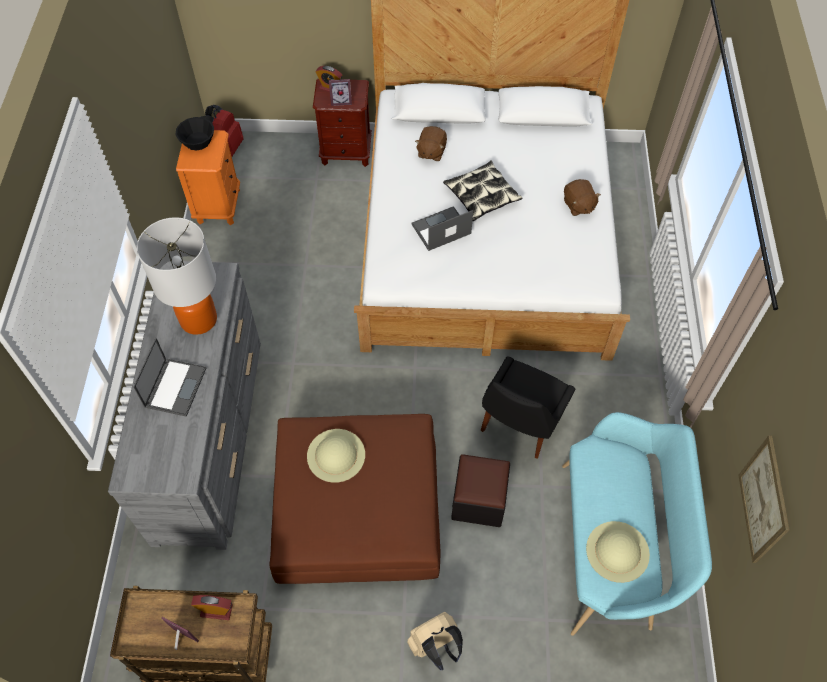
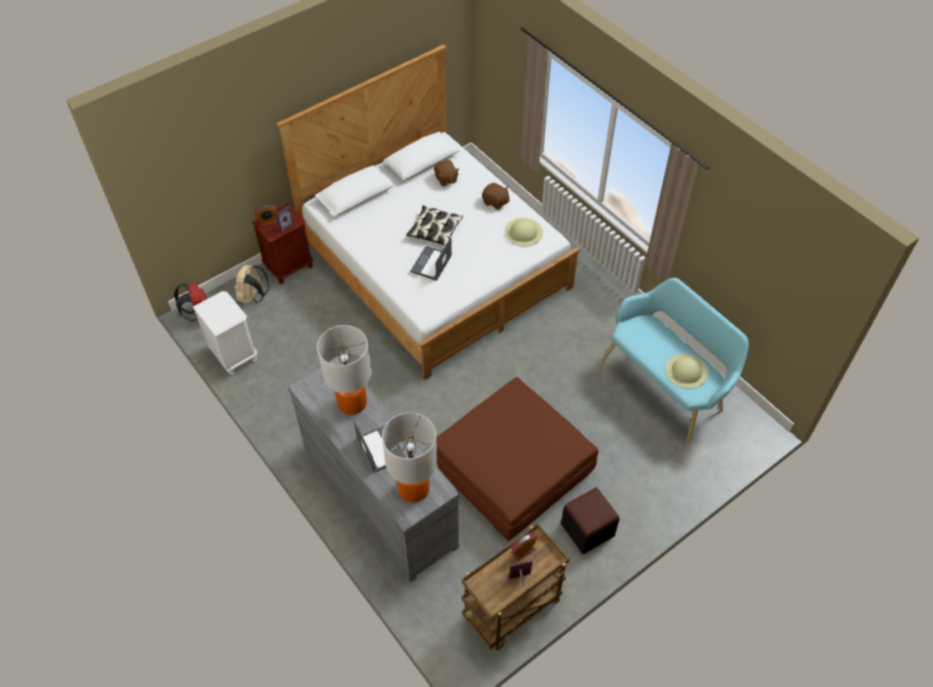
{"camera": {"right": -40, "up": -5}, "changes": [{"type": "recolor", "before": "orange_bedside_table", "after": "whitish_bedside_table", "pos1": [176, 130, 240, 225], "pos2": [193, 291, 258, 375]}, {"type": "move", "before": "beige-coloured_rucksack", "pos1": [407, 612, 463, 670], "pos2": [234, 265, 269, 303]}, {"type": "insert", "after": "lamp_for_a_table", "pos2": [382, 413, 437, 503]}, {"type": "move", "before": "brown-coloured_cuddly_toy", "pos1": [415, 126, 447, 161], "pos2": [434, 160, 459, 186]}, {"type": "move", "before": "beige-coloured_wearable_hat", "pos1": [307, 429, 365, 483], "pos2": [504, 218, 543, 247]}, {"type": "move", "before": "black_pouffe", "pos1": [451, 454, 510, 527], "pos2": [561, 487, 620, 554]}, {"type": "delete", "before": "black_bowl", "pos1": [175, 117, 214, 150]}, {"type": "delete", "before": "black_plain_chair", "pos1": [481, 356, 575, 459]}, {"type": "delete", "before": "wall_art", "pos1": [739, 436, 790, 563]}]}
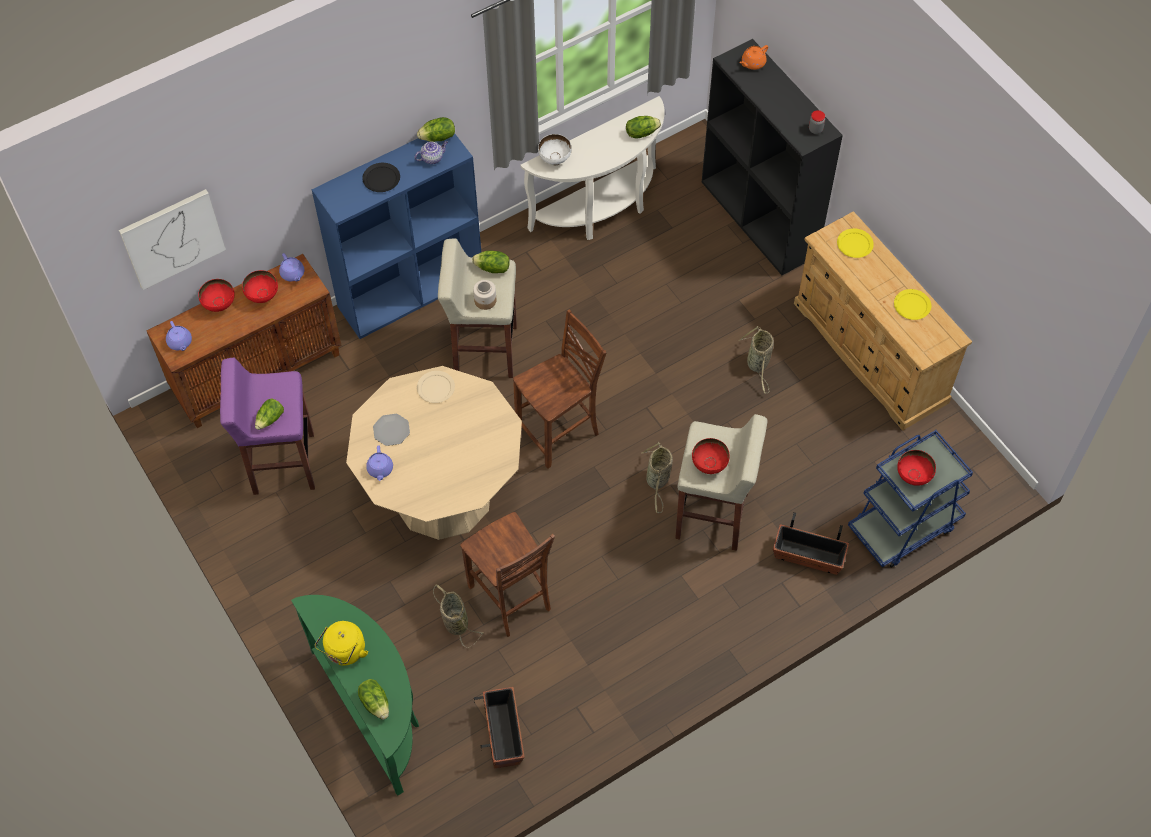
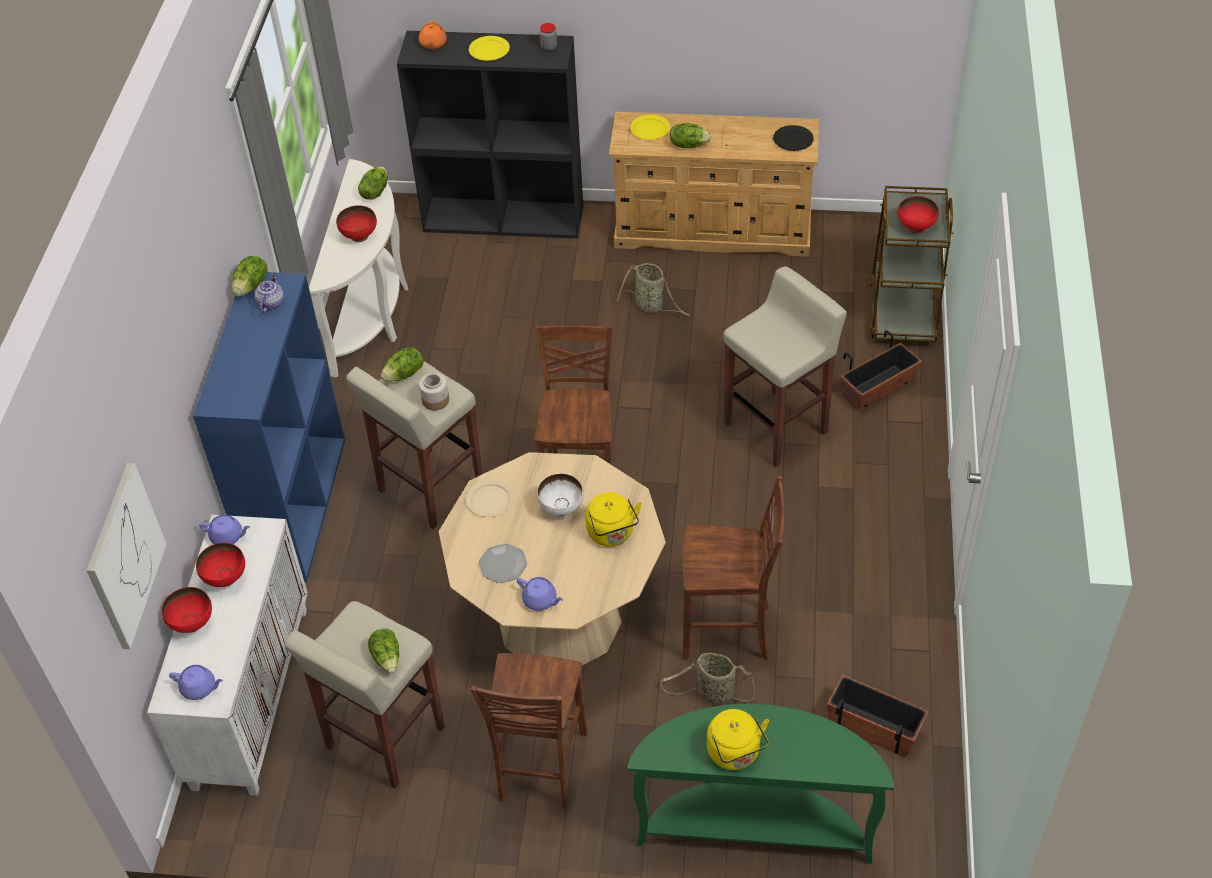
{"camera": {"right": -50, "up": -10}, "changes": [{"type": "recolor", "before": "brown-coloured_cupboard", "after": "whitish_cupboard", "pos1": [146, 254, 342, 428], "pos2": [147, 515, 308, 796]}, {"type": "recolor", "before": "purplish_sitting_stool", "after": "beige-coloured_sitting_stool", "pos1": [220, 358, 315, 495], "pos2": [284, 601, 445, 789]}, {"type": "move", "before": "reddish_bowl", "pos1": [692, 438, 730, 474], "pos2": [336, 205, 377, 242]}, {"type": "move", "before": "yellowish_dinner_plate", "pos1": [894, 289, 931, 320], "pos2": [469, 36, 510, 61]}, {"type": "insert", "after": "brown-coloured_plain_chair", "pos2": [470, 653, 588, 809]}, {"type": "move", "before": "whitish_bowl", "pos1": [538, 134, 571, 166], "pos2": [537, 473, 584, 516]}, {"type": "insert", "after": "yellowish_water_kettle", "pos2": [586, 492, 642, 547]}, {"type": "move", "before": "head_of_lettuce", "pos1": [358, 679, 389, 720], "pos2": [670, 123, 712, 148]}, {"type": "move", "before": "black_dinner_plate", "pos1": [362, 163, 400, 192], "pos2": [773, 125, 814, 151]}, {"type": "recolor", "before": "blue_trolley", "after": "brown-coloured_trolley", "pos1": [848, 430, 973, 568], "pos2": [869, 186, 953, 342]}, {"type": "delete", "before": "storage_basket", "pos1": [642, 442, 673, 513]}]}
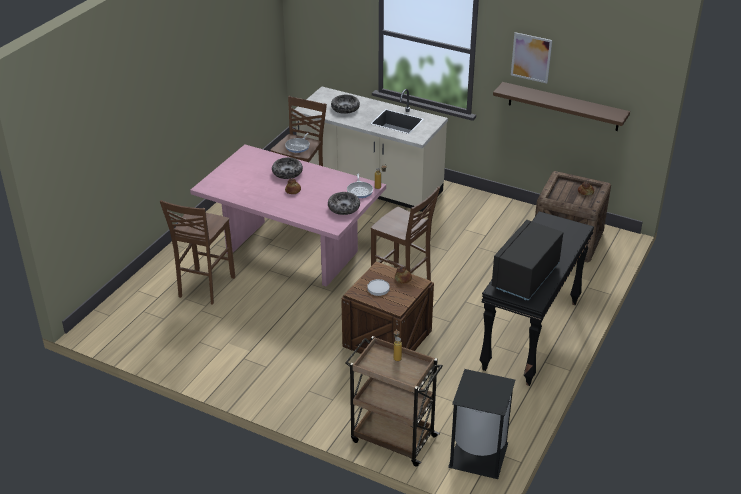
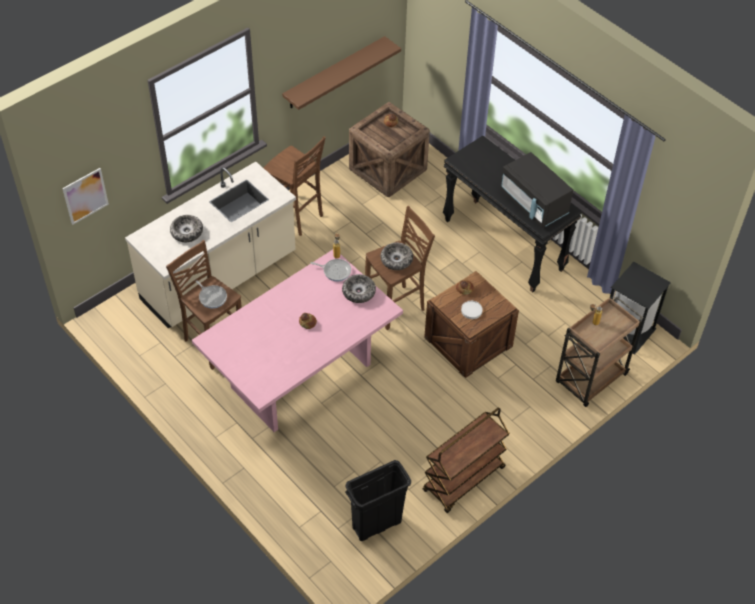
{"camera": {"right": -70, "up": 15}, "changes": [{"type": "move", "before": "wall_art", "pos1": [511, 32, 552, 83], "pos2": [62, 168, 109, 225]}, {"type": "move", "before": "brown-coloured_sitting_stool", "pos1": [160, 200, 235, 305], "pos2": [263, 136, 326, 236]}, {"type": "insert", "after": "black_rubbish_bin", "pos2": [345, 460, 411, 541]}, {"type": "move", "before": "bowl", "pos1": [272, 157, 303, 179], "pos2": [381, 243, 413, 270]}, {"type": "insert", "after": "brown-coloured_trolley", "pos2": [423, 407, 510, 513]}]}
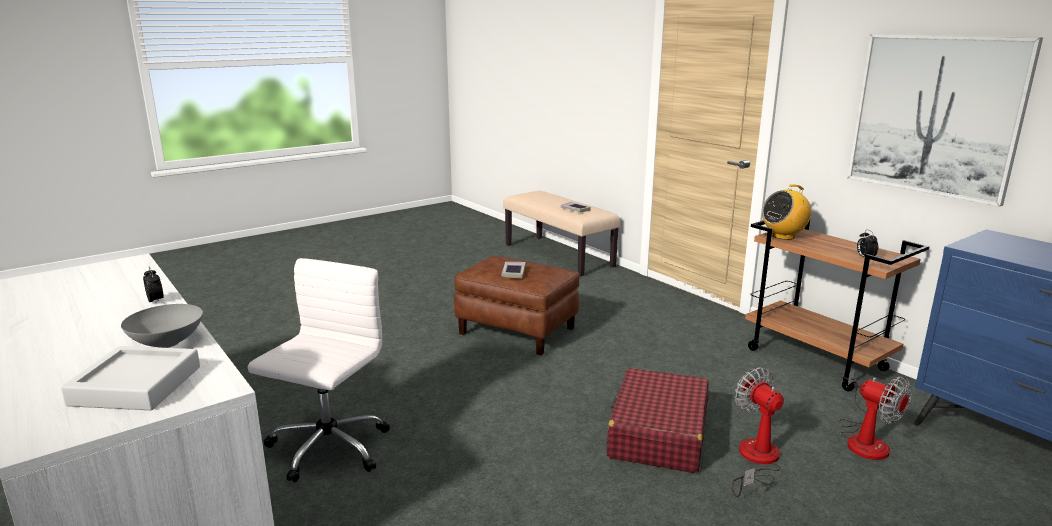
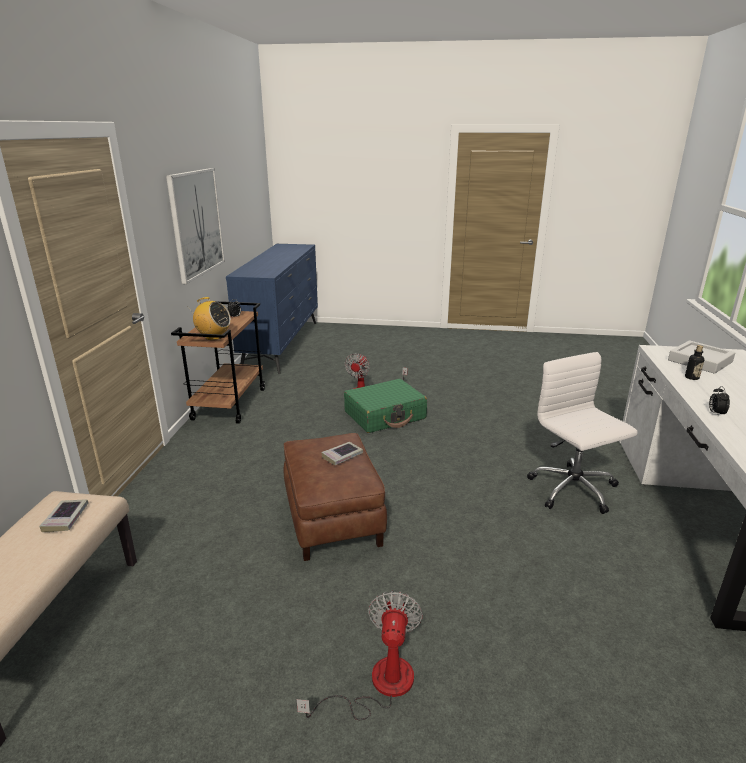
{"camera": {"right": -135, "up": 5}, "changes": [{"type": "move", "before": "cooling_fan", "pos1": [838, 370, 912, 460], "pos2": [296, 591, 423, 720]}, {"type": "recolor", "before": "reddish_travel_case", "after": "green-coloured_travel_case", "pos1": [607, 368, 709, 473], "pos2": [344, 379, 427, 433]}, {"type": "rotate", "before": "whitish_computer_chair", "pos1": [248, 258, 390, 482], "pos2": [527, 352, 638, 514], "turn": 90}, {"type": "replace", "before": "greyish_bowl", "after": "drink_bottle", "pos1": [121, 304, 203, 348], "pos2": [685, 345, 704, 380]}]}
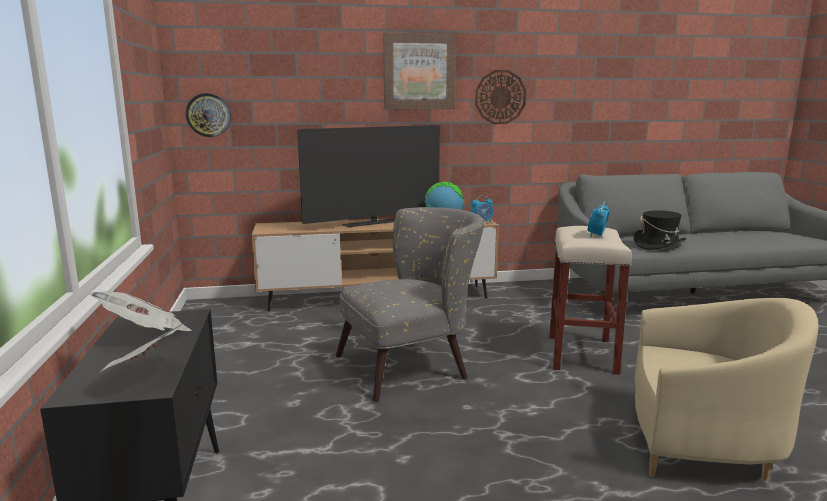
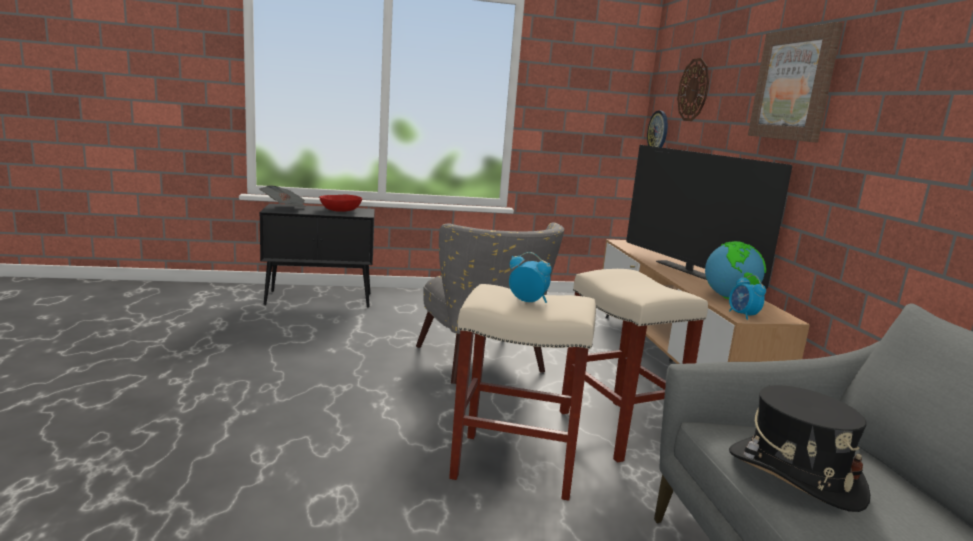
{"camera": {"right": 90, "up": 0}, "changes": [{"type": "replace", "before": "newspaper", "after": "reddish_bowl", "pos1": [88, 291, 192, 331], "pos2": [320, 194, 362, 212]}, {"type": "insert", "after": "beige-coloured_sitting_stool", "pos2": [560, 269, 708, 463]}, {"type": "move", "before": "wall_clock", "pos1": [475, 70, 526, 124], "pos2": [677, 58, 709, 121]}, {"type": "delete", "before": "beige-coloured_easy_chair", "pos1": [635, 298, 819, 481]}]}
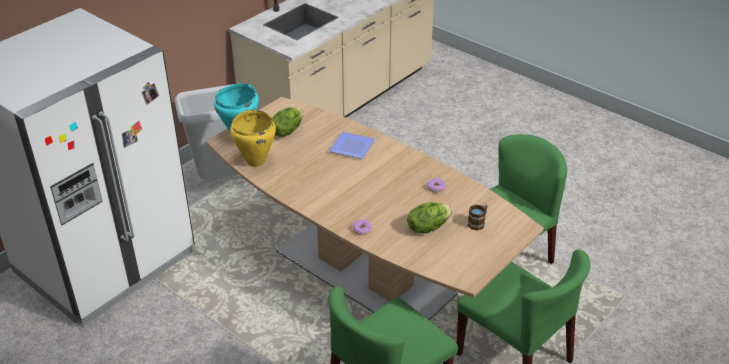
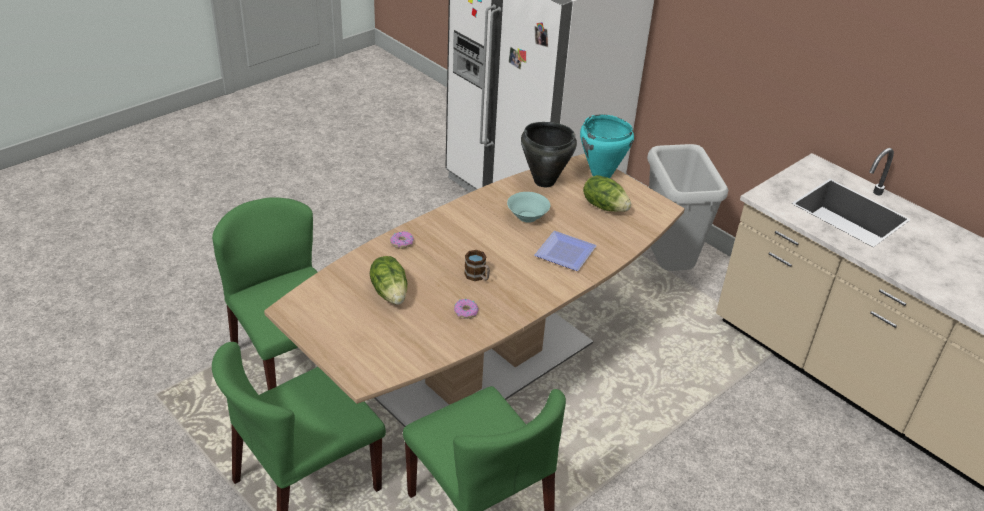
{"camera": {"right": 95, "up": 0}, "changes": [{"type": "move", "before": "mug", "pos1": [468, 204, 488, 231], "pos2": [464, 250, 490, 281]}, {"type": "insert", "after": "turquoise_bowl", "pos2": [507, 192, 550, 223]}, {"type": "recolor", "before": "yellowish_stockpot", "after": "black_stockpot", "pos1": [230, 110, 276, 167], "pos2": [521, 122, 577, 187]}]}
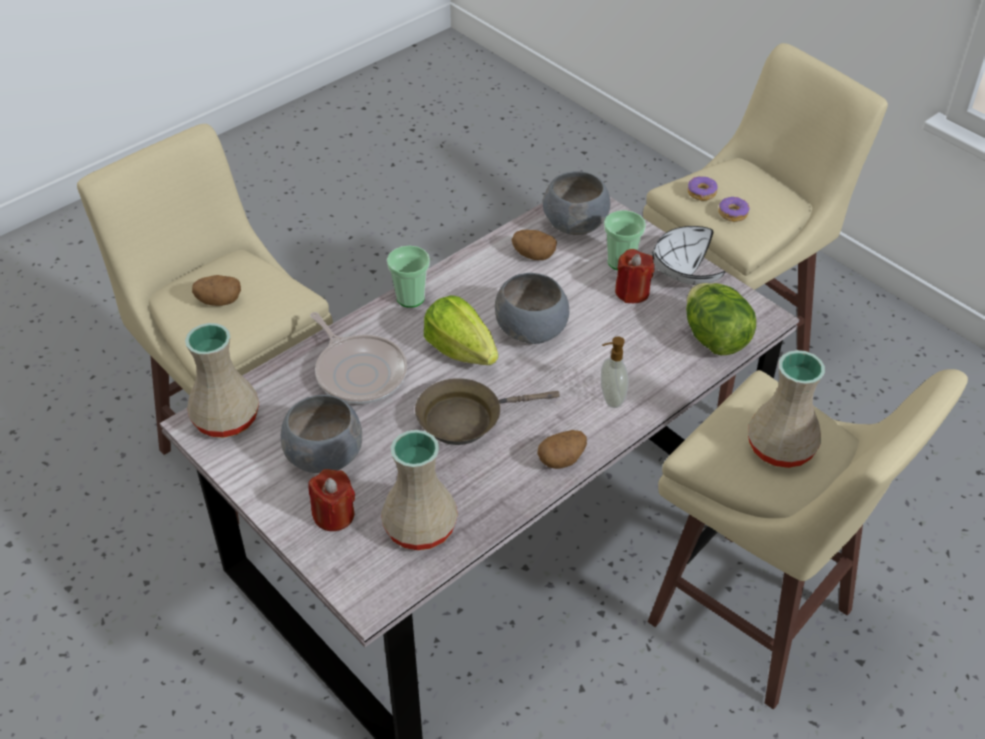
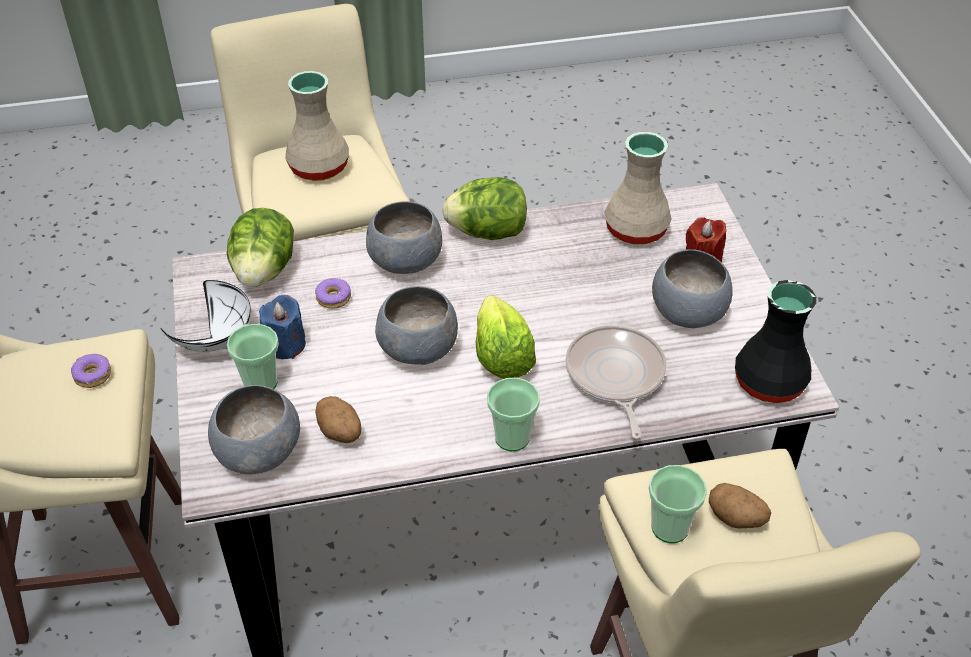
{"camera": {"right": -150, "up": 0}, "changes": [{"type": "recolor", "before": "reddish_candle", "after": "blue_candle", "pos1": [615, 249, 654, 303], "pos2": [259, 295, 306, 359]}, {"type": "move", "before": "donut", "pos1": [688, 176, 718, 201], "pos2": [315, 278, 351, 309]}, {"type": "replace", "before": "soap_bottle", "after": "greyish_bowl", "pos1": [601, 337, 629, 408], "pos2": [366, 201, 442, 274]}, {"type": "replace", "before": "whole_potato", "after": "head_of_lettuce", "pos1": [537, 430, 587, 469], "pos2": [442, 177, 527, 240]}, {"type": "insert", "after": "small_cup", "pos2": [649, 465, 707, 543]}, {"type": "recolor", "before": "beige-coloured_flower_vase", "after": "black_flower_vase", "pos1": [185, 323, 259, 437], "pos2": [735, 280, 816, 403]}, {"type": "delete", "before": "brown-coloured_pan", "pos1": [415, 378, 560, 445]}]}
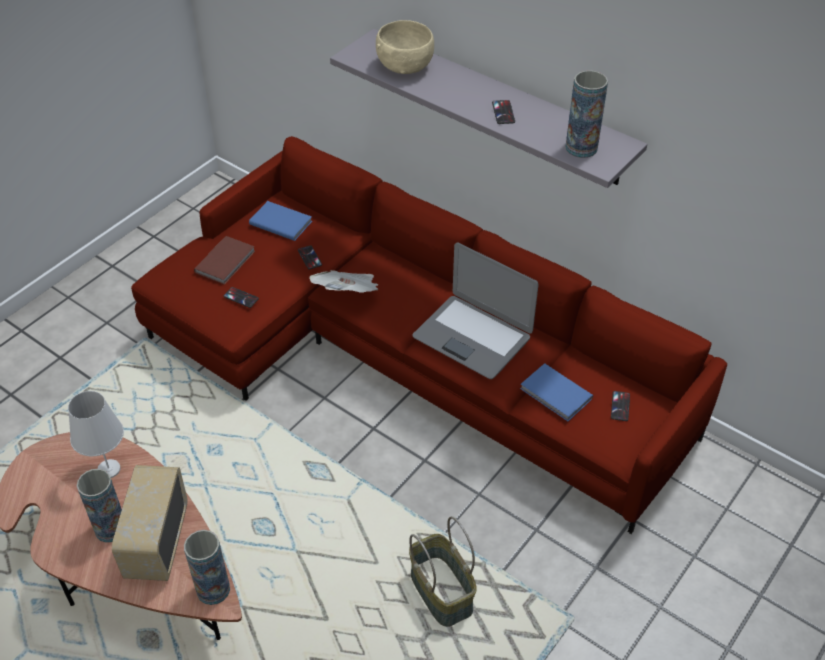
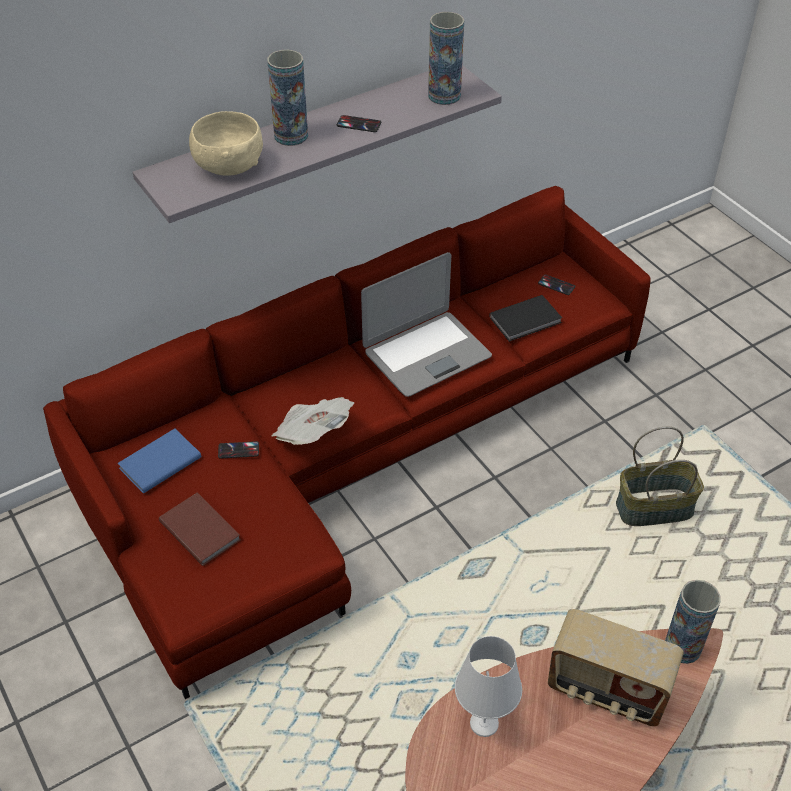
{"camera": {"right": -70, "up": 0}, "changes": [{"type": "move", "before": "flower_vase", "pos1": [77, 469, 122, 543], "pos2": [267, 50, 308, 146]}, {"type": "recolor", "before": "blue_bound_book", "after": "black_bound_book", "pos1": [520, 363, 593, 421], "pos2": [489, 295, 562, 342]}, {"type": "delete", "before": "telephone", "pos1": [224, 287, 259, 308]}]}
